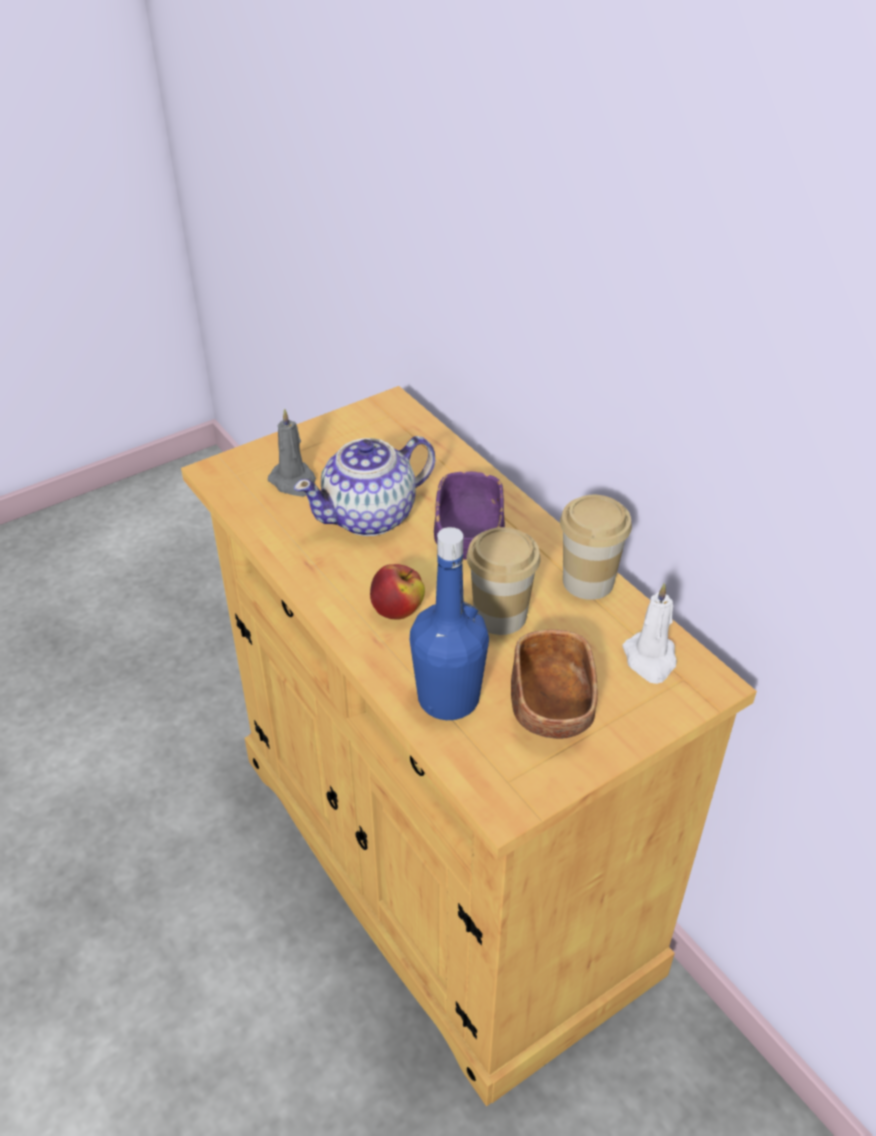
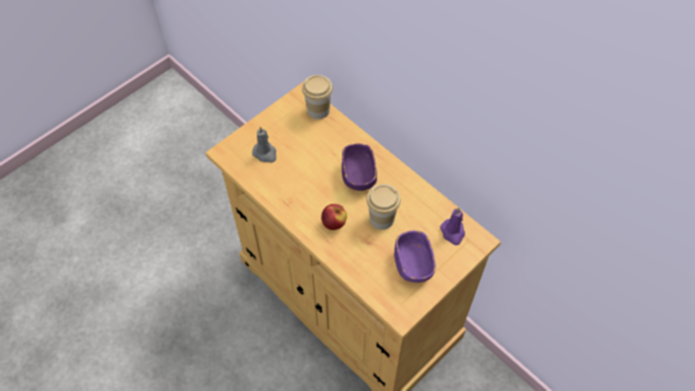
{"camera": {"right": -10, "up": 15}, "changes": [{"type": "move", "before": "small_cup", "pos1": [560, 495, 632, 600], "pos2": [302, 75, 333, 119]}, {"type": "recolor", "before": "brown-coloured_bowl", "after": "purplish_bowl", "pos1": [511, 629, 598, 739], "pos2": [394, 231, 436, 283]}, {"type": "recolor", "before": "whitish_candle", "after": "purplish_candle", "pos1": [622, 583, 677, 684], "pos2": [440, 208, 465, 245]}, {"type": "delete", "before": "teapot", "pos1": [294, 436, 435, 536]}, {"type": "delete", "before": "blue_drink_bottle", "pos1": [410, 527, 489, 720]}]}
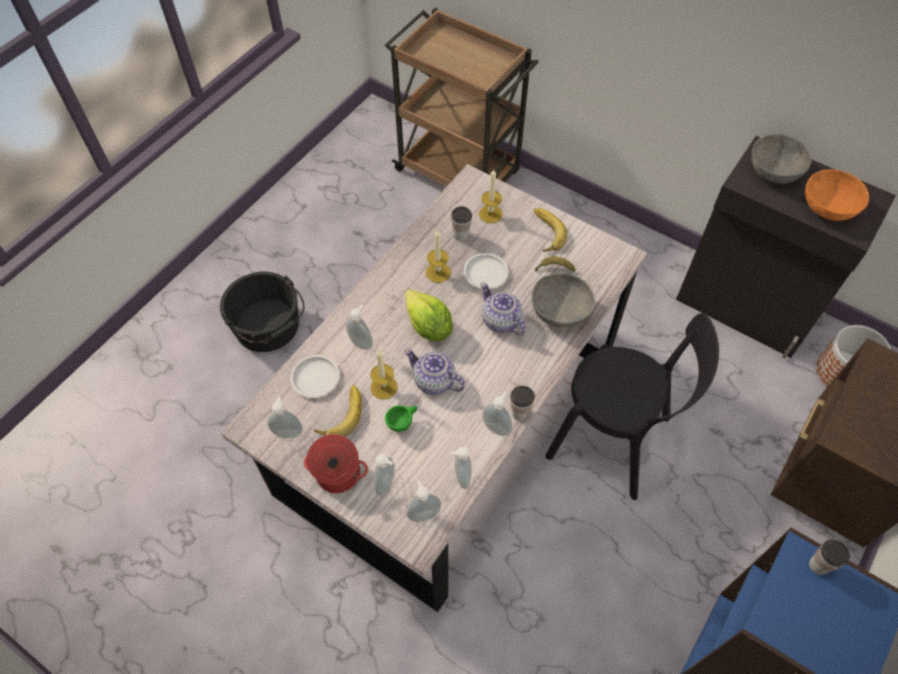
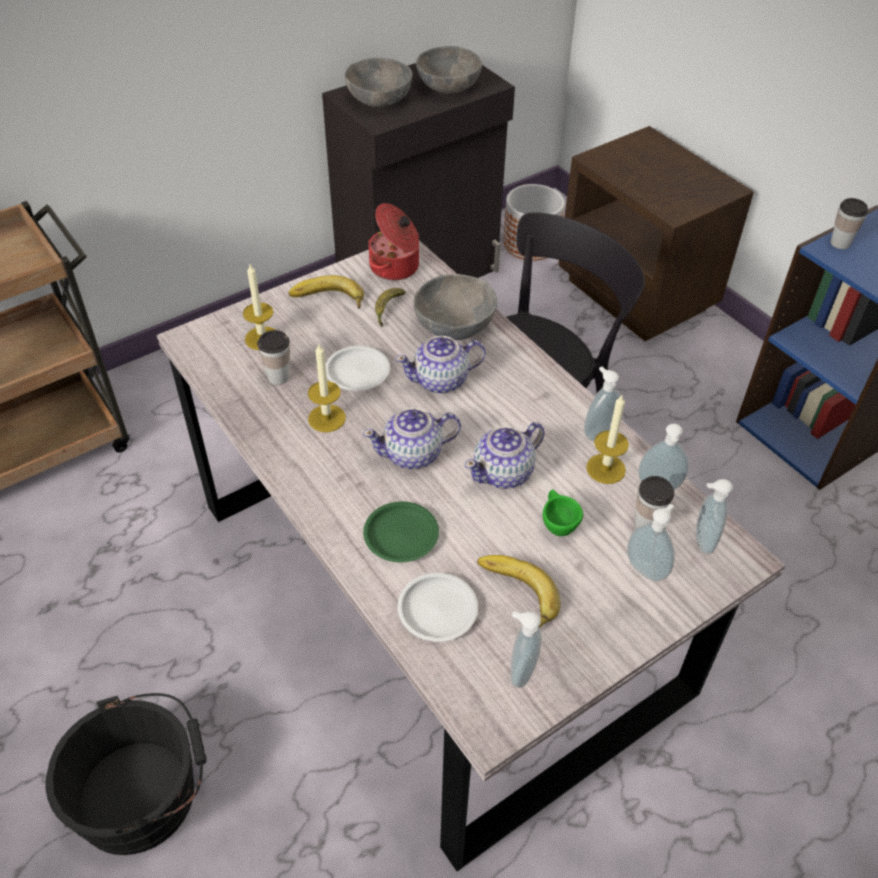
{"camera": {"right": -70, "up": -10}, "changes": [{"type": "replace", "before": "head_of_lettuce", "after": "teapot", "pos1": [405, 289, 453, 342], "pos2": [362, 408, 461, 469]}, {"type": "replace", "before": "soap_bottle", "after": "green-coloured_dinner_plate", "pos1": [346, 305, 373, 350], "pos2": [363, 501, 439, 562]}, {"type": "move", "before": "stockpot", "pos1": [304, 434, 368, 493], "pos2": [368, 203, 419, 280]}, {"type": "recolor", "before": "orange_bowl", "after": "greyish_bowl", "pos1": [805, 169, 869, 221], "pos2": [416, 46, 482, 94]}, {"type": "move", "before": "candle", "pos1": [370, 350, 398, 400], "pos2": [586, 395, 629, 484]}, {"type": "move", "before": "small_cup", "pos1": [510, 386, 535, 421], "pos2": [635, 476, 674, 528]}]}
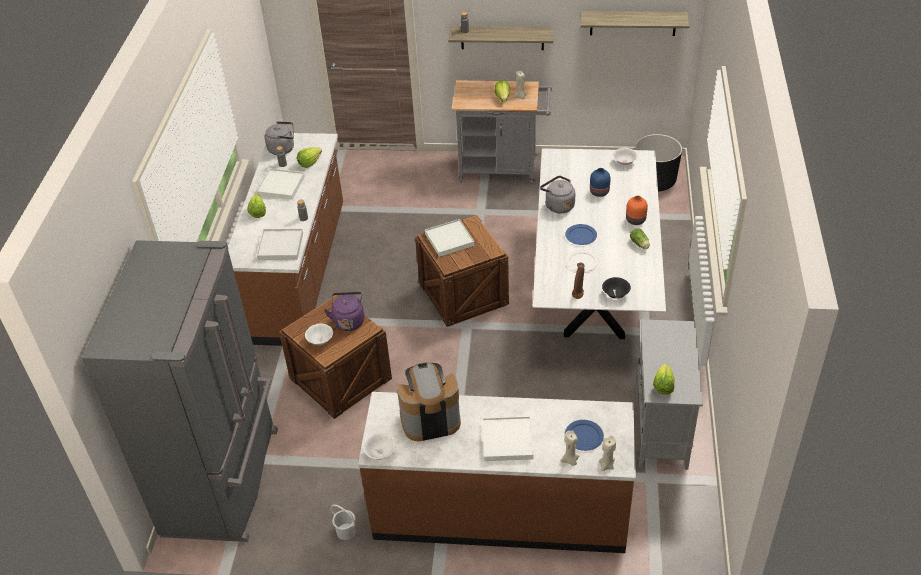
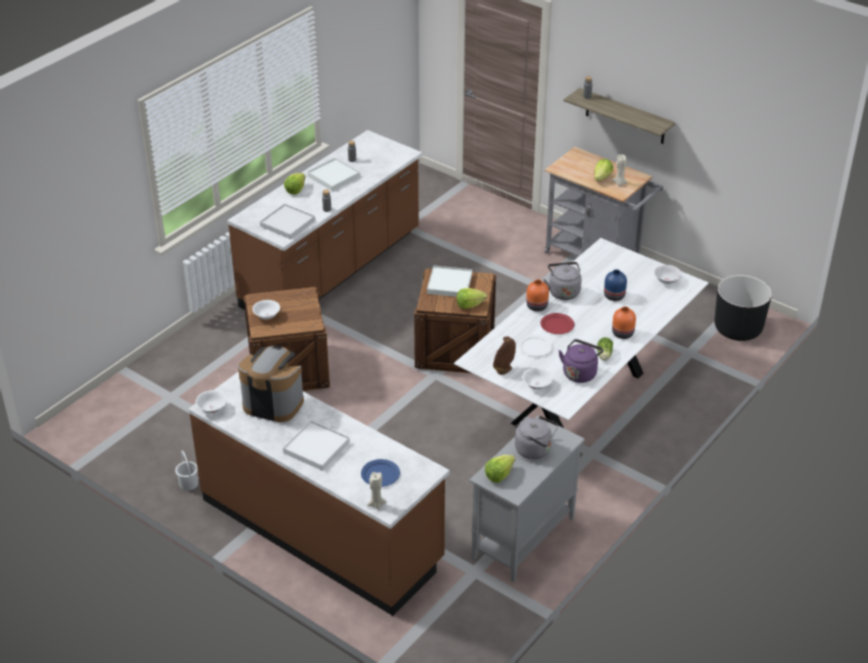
{"camera": {"right": 30, "up": -5}, "changes": [{"type": "move", "before": "head_of_lettuce", "pos1": [297, 147, 322, 168], "pos2": [457, 288, 487, 309]}, {"type": "move", "before": "greyish_water_kettle", "pos1": [265, 121, 294, 155], "pos2": [515, 416, 558, 459]}, {"type": "recolor", "before": "black_bowl", "after": "whitish_bowl", "pos1": [602, 277, 631, 299], "pos2": [523, 368, 553, 390]}, {"type": "insert", "after": "orange_flower_vase", "pos2": [526, 280, 549, 311]}, {"type": "recolor", "before": "blue_dinner_plate", "after": "reddish_dinner_plate", "pos1": [565, 224, 597, 245], "pos2": [540, 313, 574, 334]}, {"type": "move", "before": "purplish_water_kettle", "pos1": [324, 292, 365, 331], "pos2": [559, 339, 603, 383]}, {"type": "delete", "before": "greyish_refrigerator", "pos1": [82, 240, 278, 542]}, {"type": "delete", "before": "beige-coloured_candle", "pos1": [560, 430, 579, 466]}, {"type": "delete", "before": "wall_shelf", "pos1": [581, 11, 689, 36]}]}
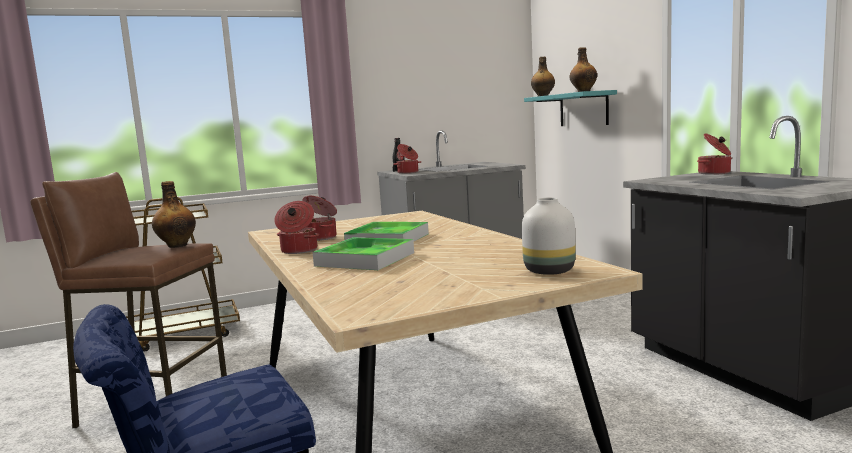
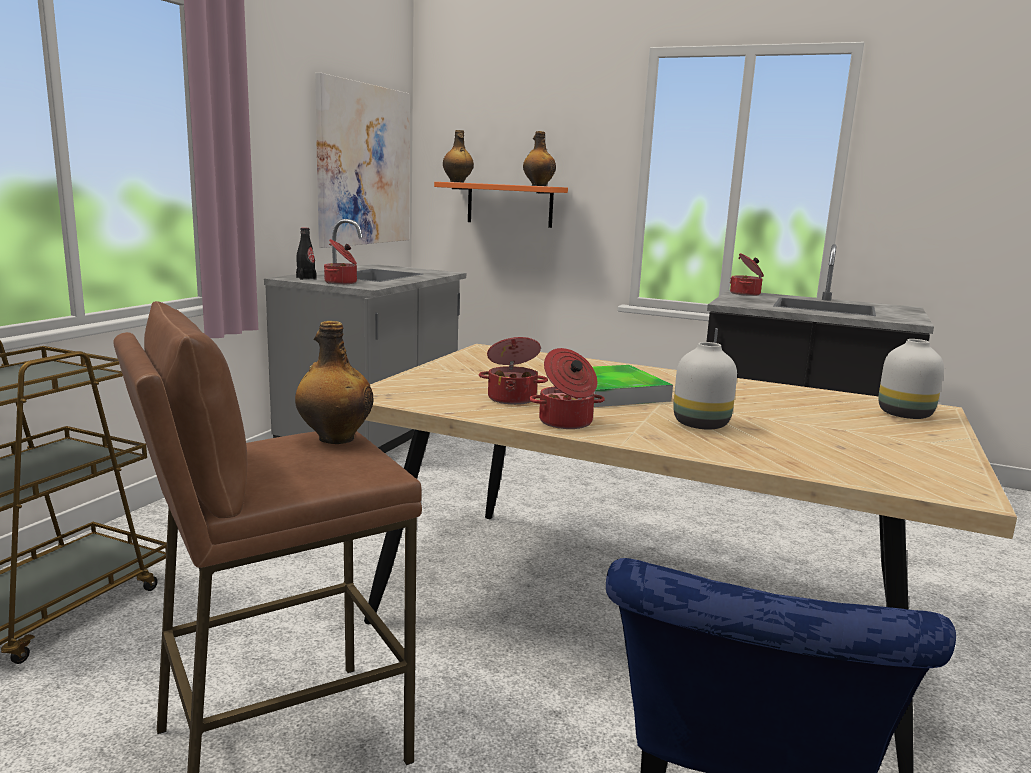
{"camera": {"right": -45, "up": 5}, "changes": [{"type": "insert", "after": "wall_art", "pos2": [315, 73, 410, 248]}, {"type": "recolor", "before": "turquoise_wall_shelf", "after": "orange_wall_shelf", "pos1": [524, 90, 617, 126], "pos2": [434, 182, 568, 228]}, {"type": "replace", "before": "serving_tray", "after": "whitish_flower_vase", "pos1": [313, 237, 414, 270], "pos2": [673, 342, 737, 430]}]}
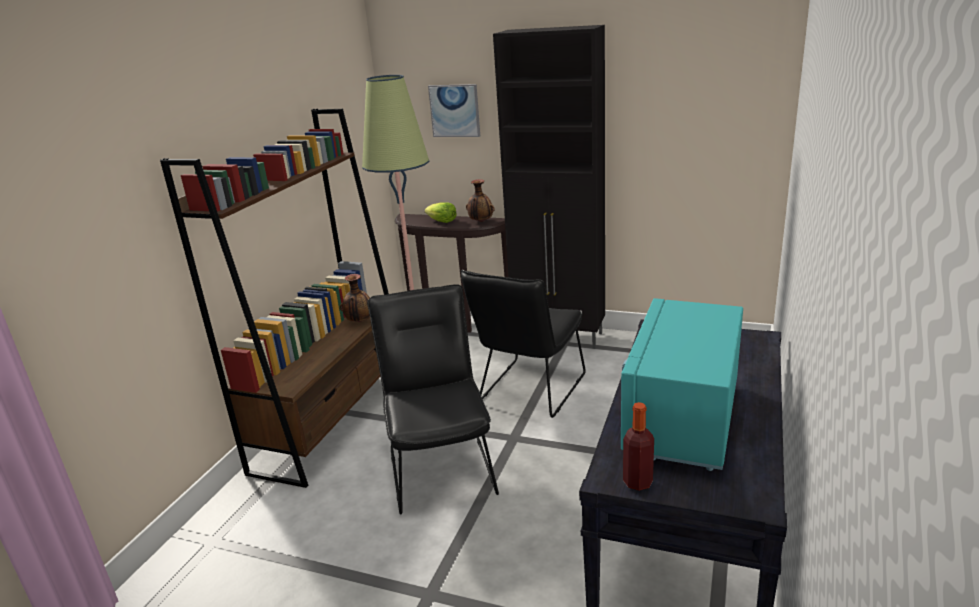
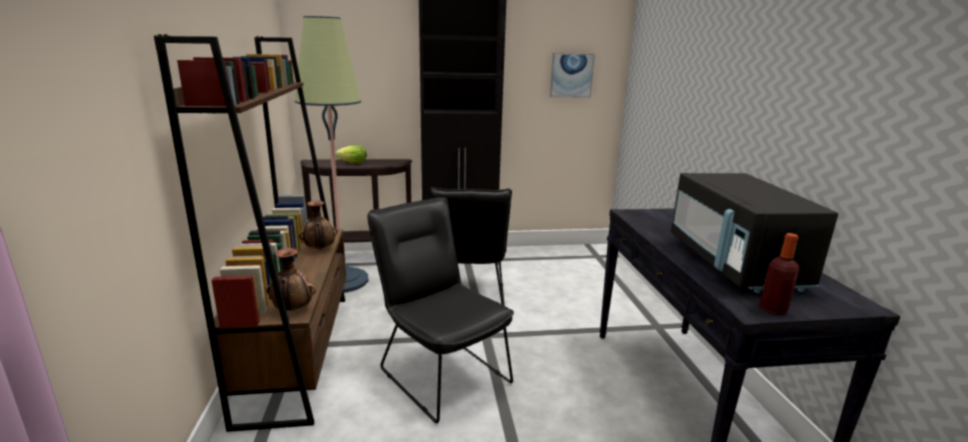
{"camera": {"right": -30, "up": -5}, "changes": [{"type": "move", "before": "flower_vase", "pos1": [466, 179, 495, 222], "pos2": [267, 248, 316, 311]}, {"type": "move", "before": "wall_art", "pos1": [428, 84, 480, 137], "pos2": [550, 53, 595, 98]}, {"type": "recolor", "before": "turquoise_microwave_oven", "after": "black_microwave_oven", "pos1": [621, 298, 743, 471], "pos2": [671, 173, 838, 293]}]}
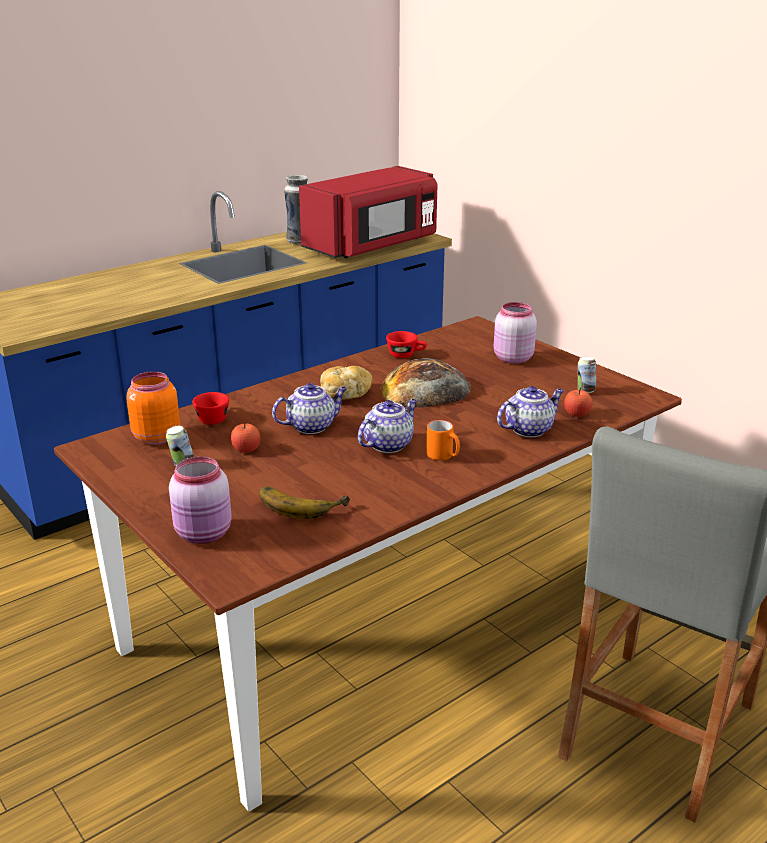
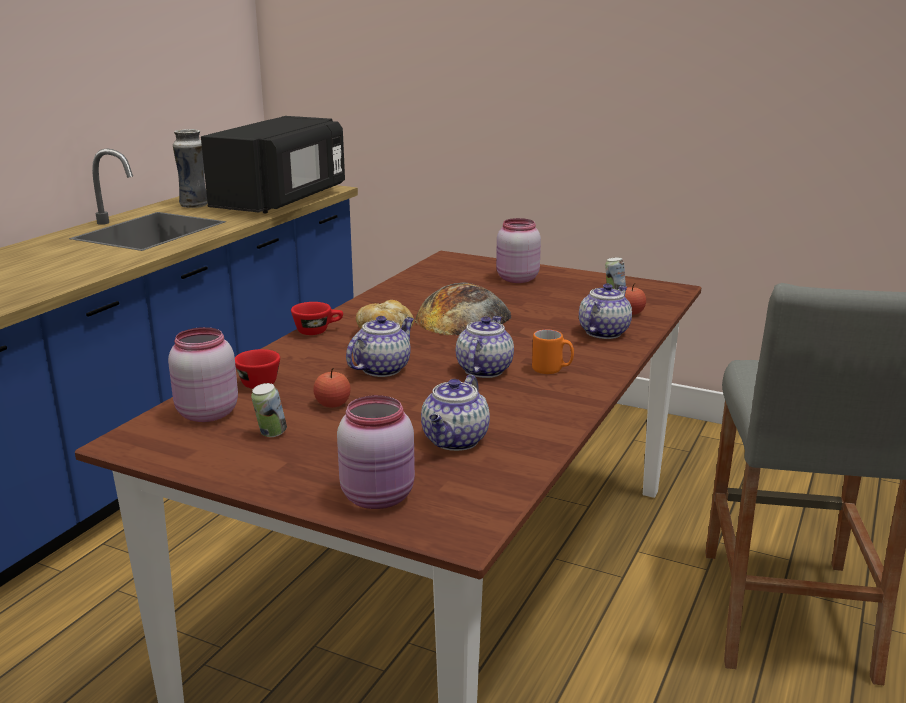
{"camera": {"right": -25, "up": -5}, "changes": [{"type": "recolor", "before": "orange_storage_jar", "after": "pink_storage_jar", "pos1": [126, 371, 180, 445], "pos2": [168, 327, 238, 422]}, {"type": "recolor", "before": "reddish_microwave_oven", "after": "black_microwave_oven", "pos1": [299, 166, 438, 258], "pos2": [201, 116, 345, 213]}, {"type": "move", "before": "reddish_small_cup", "pos1": [386, 331, 427, 358], "pos2": [291, 302, 343, 335]}, {"type": "replace", "before": "whole_banana", "after": "teapot", "pos1": [259, 486, 350, 519], "pos2": [421, 375, 490, 451]}]}
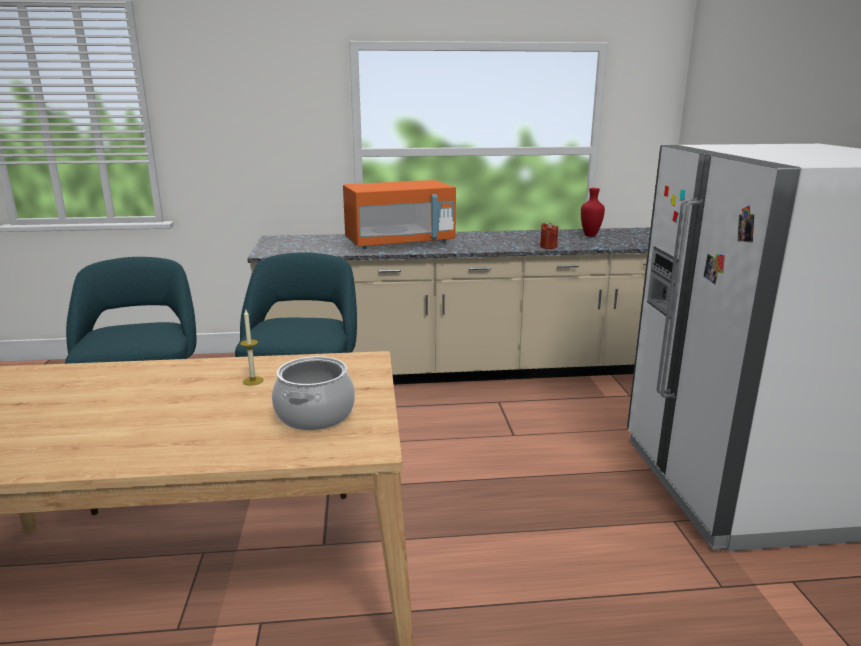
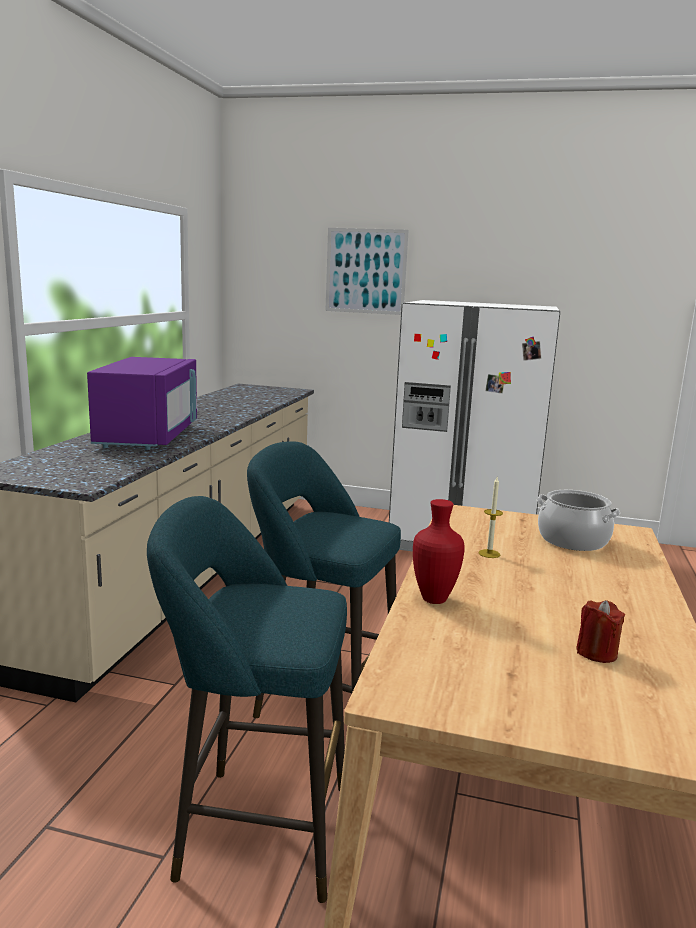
{"camera": {"right": -70, "up": -5}, "changes": [{"type": "recolor", "before": "orange_microwave_oven", "after": "purplish_microwave_oven", "pos1": [343, 180, 456, 249], "pos2": [87, 357, 197, 450]}, {"type": "insert", "after": "wall_art", "pos2": [325, 228, 409, 315]}, {"type": "move", "before": "reddish_flower_vase", "pos1": [581, 188, 605, 237], "pos2": [413, 499, 465, 604]}, {"type": "move", "before": "reddish_candle", "pos1": [540, 222, 558, 249], "pos2": [576, 600, 625, 663]}]}
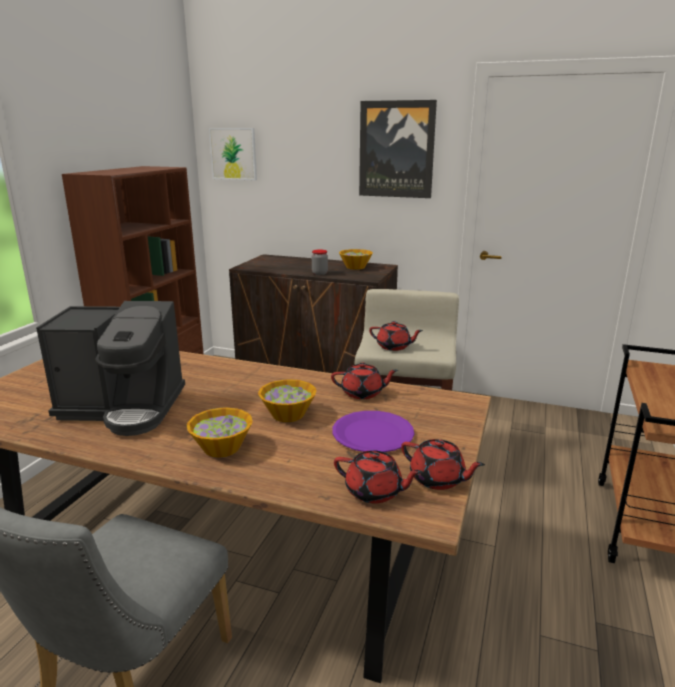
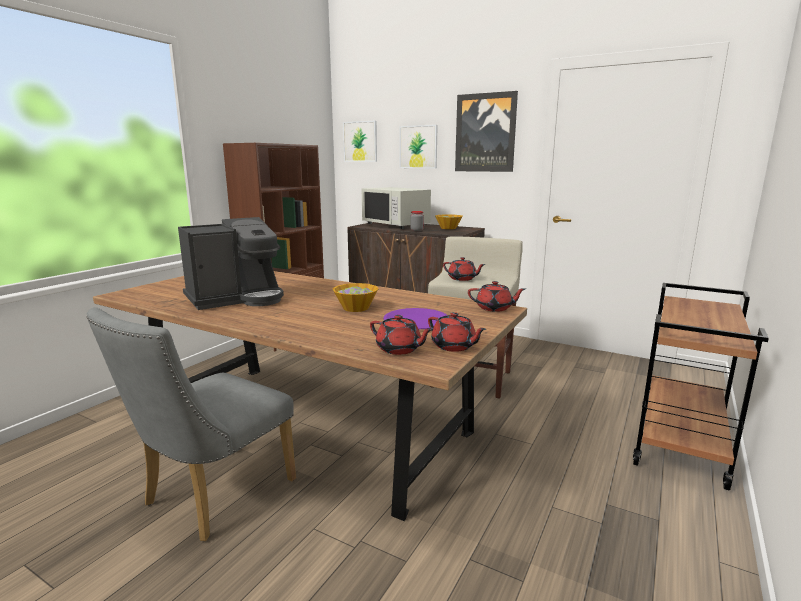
{"camera": {"right": 10, "up": -5}, "changes": [{"type": "rotate", "before": "coffee_brewer", "pos1": [36, 301, 185, 436], "pos2": [178, 217, 284, 310], "turn": -45}, {"type": "insert", "after": "whitish_microwave_oven", "pos2": [362, 187, 431, 229]}, {"type": "insert", "after": "wall_art", "pos2": [399, 125, 438, 169]}, {"type": "move", "before": "reddish_teapot", "pos1": [331, 363, 398, 399], "pos2": [468, 281, 525, 312]}, {"type": "delete", "before": "bowl", "pos1": [187, 408, 253, 457]}]}
